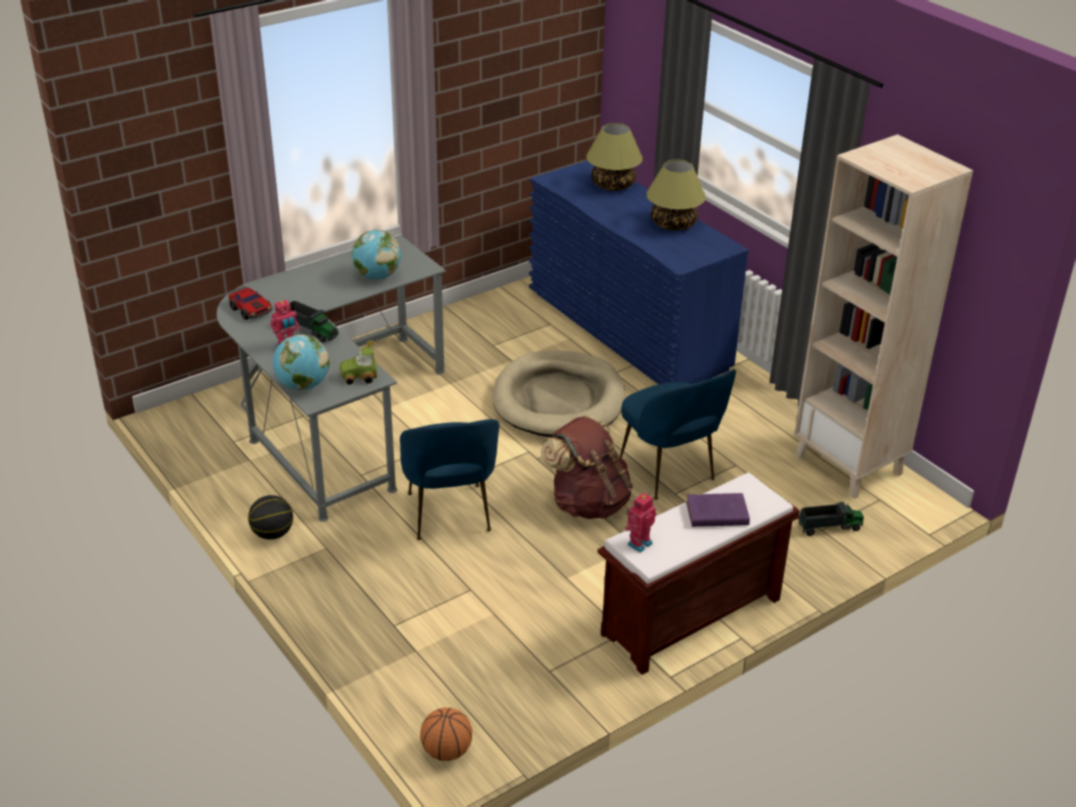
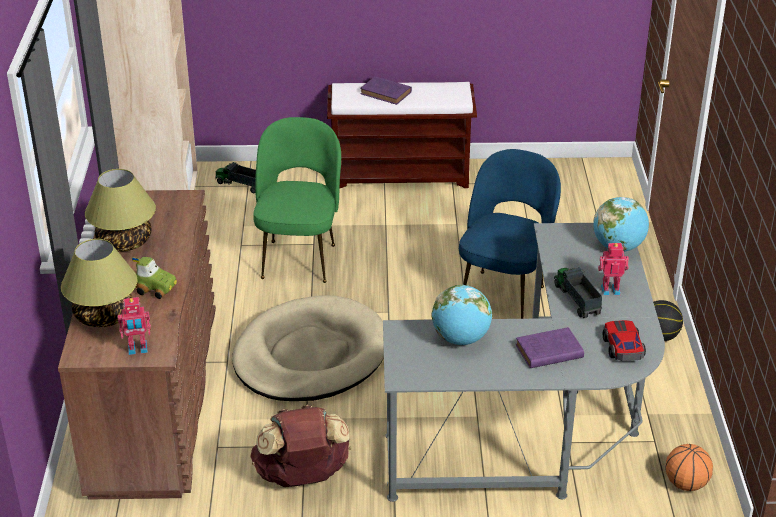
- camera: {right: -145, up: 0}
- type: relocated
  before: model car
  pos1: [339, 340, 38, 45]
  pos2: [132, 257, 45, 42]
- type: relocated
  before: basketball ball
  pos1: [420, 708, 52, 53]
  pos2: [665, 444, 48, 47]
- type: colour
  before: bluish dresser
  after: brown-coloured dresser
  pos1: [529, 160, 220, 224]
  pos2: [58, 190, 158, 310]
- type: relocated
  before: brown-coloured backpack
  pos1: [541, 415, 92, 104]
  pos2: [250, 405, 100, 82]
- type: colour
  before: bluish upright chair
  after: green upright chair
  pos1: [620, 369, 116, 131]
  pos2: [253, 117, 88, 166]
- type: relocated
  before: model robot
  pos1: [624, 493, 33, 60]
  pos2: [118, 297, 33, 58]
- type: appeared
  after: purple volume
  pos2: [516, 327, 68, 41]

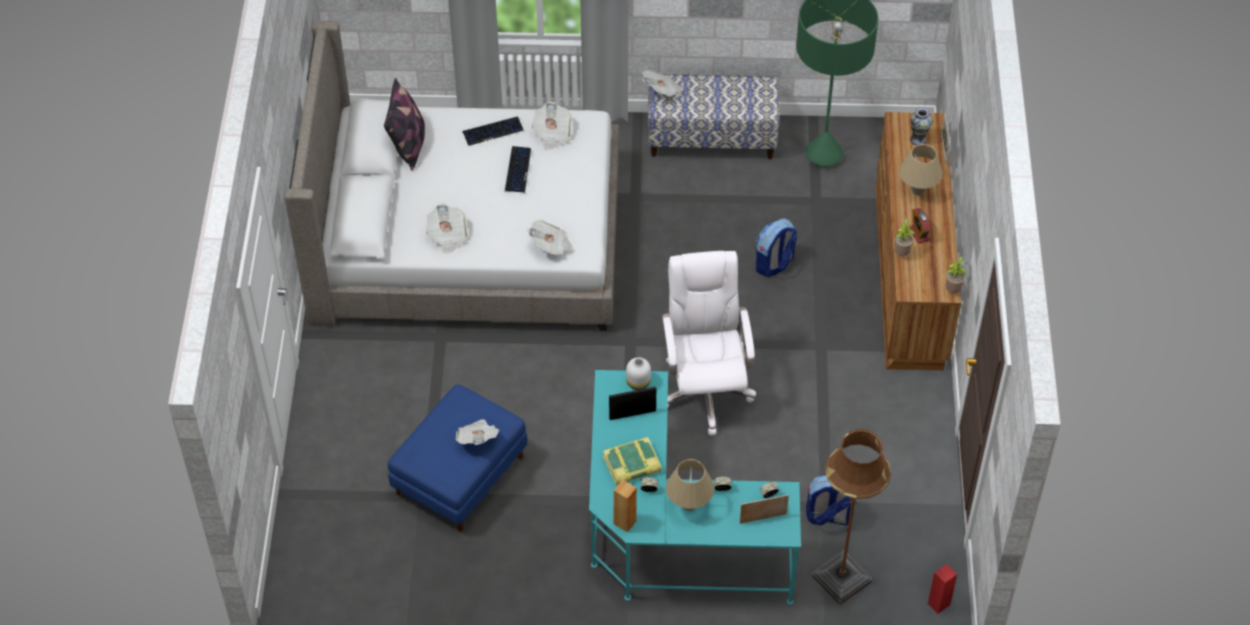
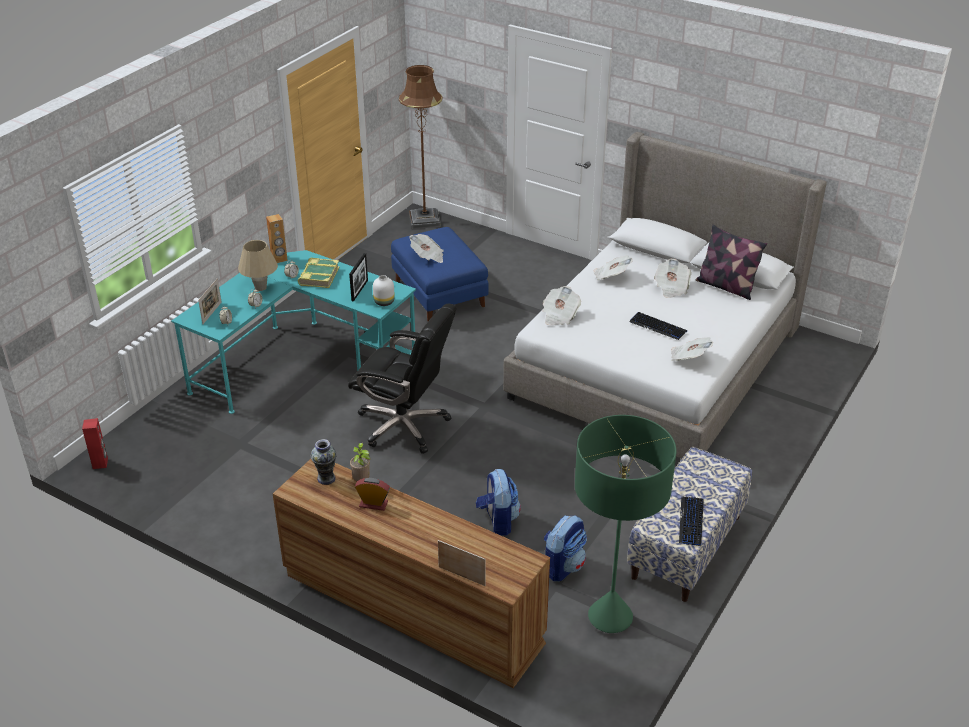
- camera: {right: 120, up: -15}
- type: relocated
  before: PC keyboard
  pos1: [462, 116, 62, 30]
  pos2: [679, 497, 25, 49]
- type: relocated
  before: printed paper
  pos1: [642, 70, 42, 27]
  pos2: [654, 259, 38, 39]
- type: colour
  before: white-coloured desk chair
  after: black-coloured desk chair
  pos1: [662, 251, 94, 184]
  pos2: [348, 304, 108, 150]
- type: relocated
  before: backpack
  pos1: [806, 475, 50, 50]
  pos2: [544, 515, 43, 66]
- type: relocated
  before: brown-coloured standard lamp
  pos1: [811, 429, 80, 176]
  pos2: [399, 65, 44, 164]
- type: missing
  before: beige tabletop lamp
  pos1: [899, 144, 44, 51]
- type: relocated
  before: decorative vase
  pos1: [910, 107, 23, 38]
  pos2: [311, 439, 26, 46]
- type: missing
  before: houseplant
  pos1: [946, 256, 21, 37]

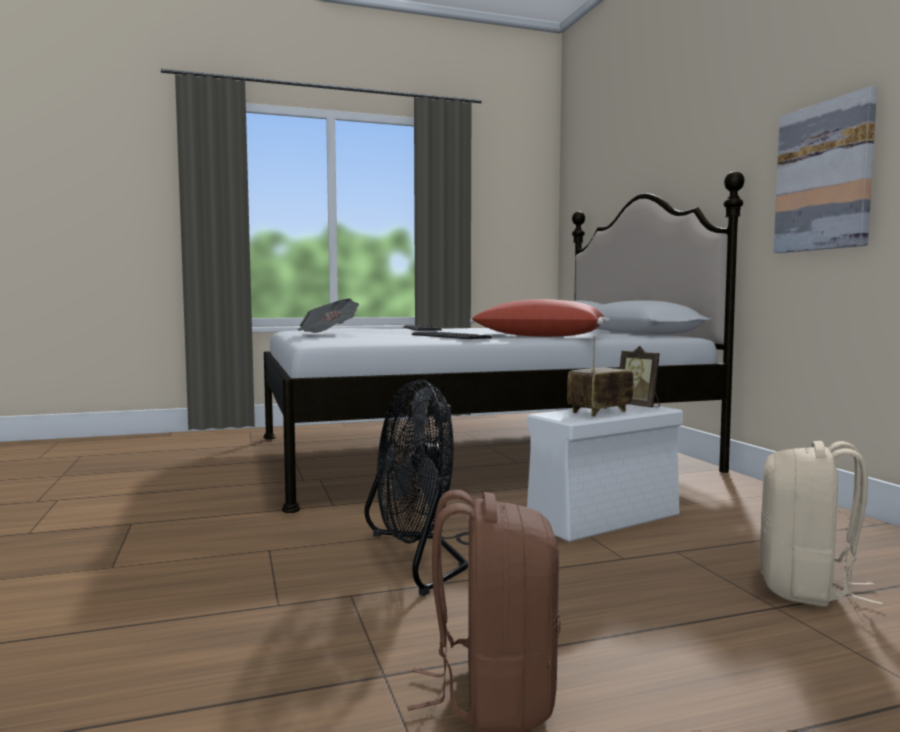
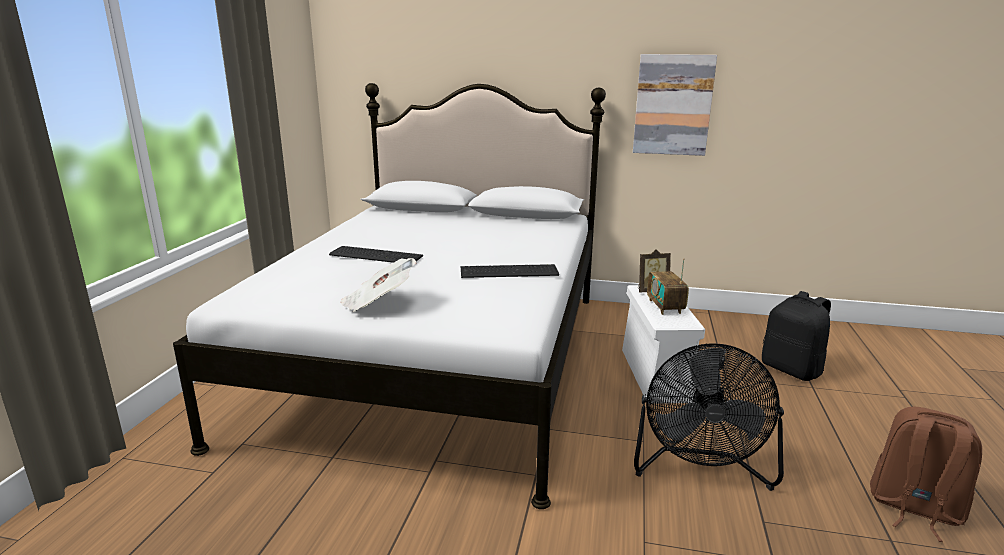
- camera: {right: -60, up: 15}
- type: missing
  before: red-coloured pillow
  pos1: [470, 299, 140, 38]
- type: colour
  before: beige backpack
  after: black-coloured backpack
  pos1: [760, 441, 123, 166]
  pos2: [762, 291, 69, 90]

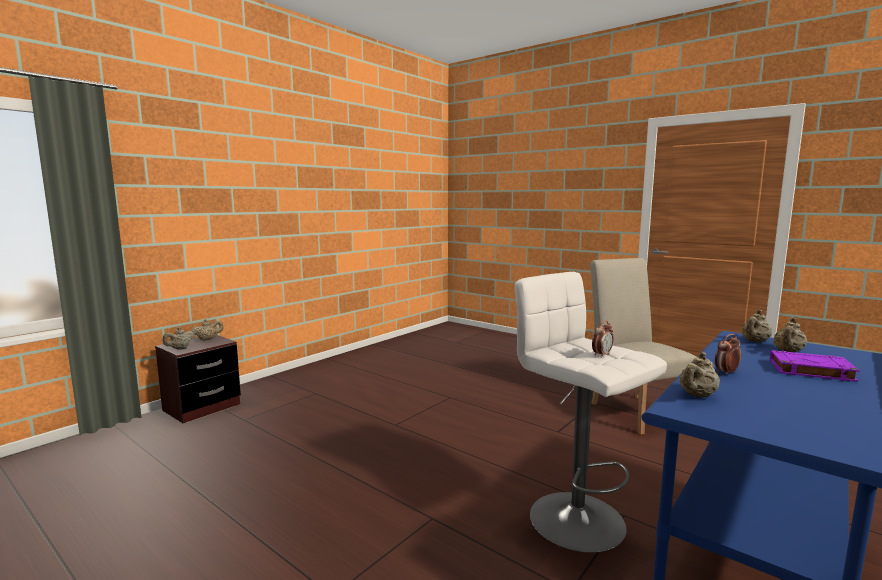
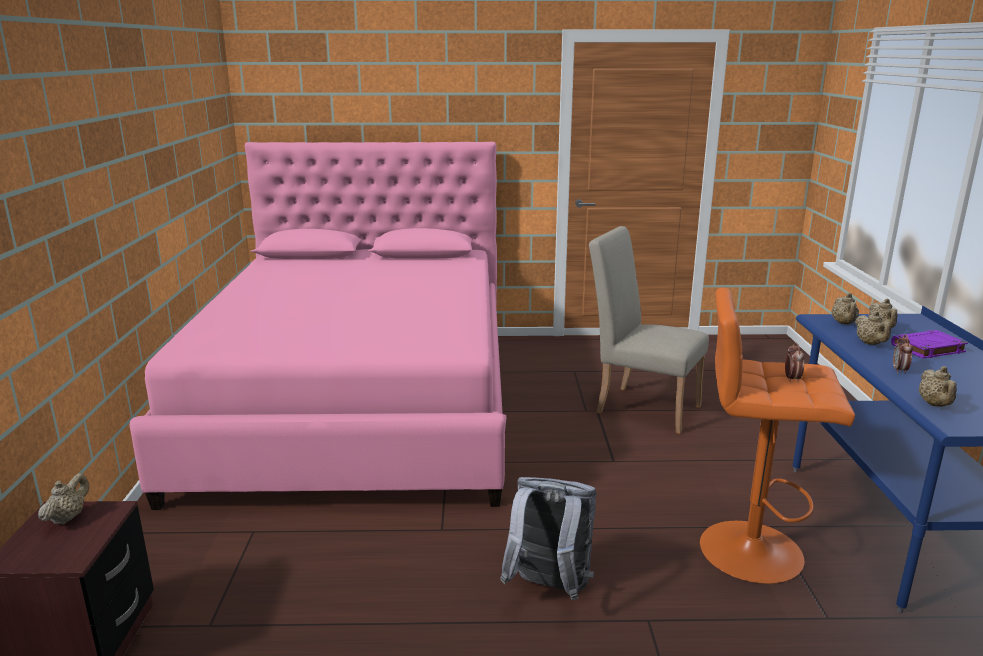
- camera: {right: -40, up: 10}
- type: relocated
  before: beige teapot
  pos1: [163, 327, 32, 23]
  pos2: [855, 311, 36, 34]
- type: colour
  before: white-coloured sitting stool
  after: orangey sitting stool
  pos1: [515, 272, 152, 281]
  pos2: [700, 288, 155, 296]
- type: appeared
  after: pink-coloured bed
  pos2: [130, 142, 376, 368]
- type: appeared
  after: gray backpack
  pos2: [500, 477, 97, 123]

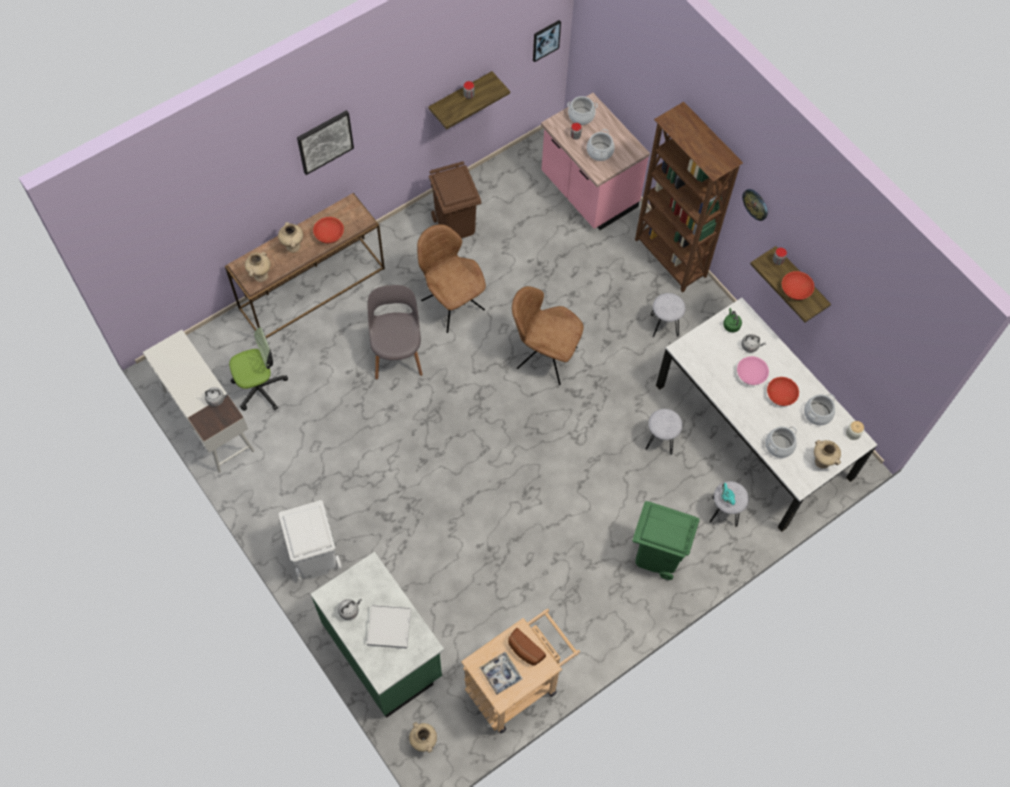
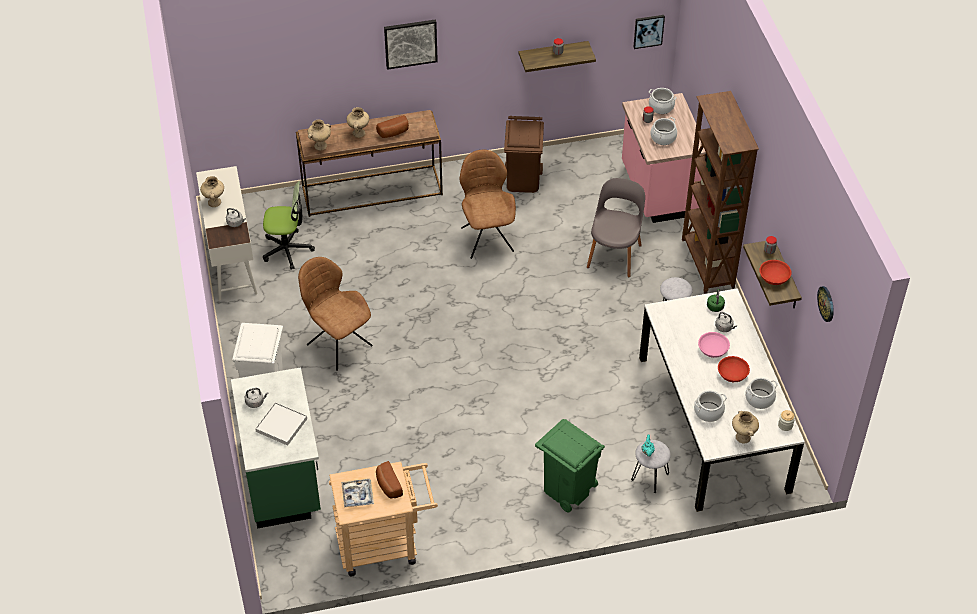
- camera: {right: 25, up: -15}
- type: exchanged
  before: red-coloured serving bowl
  after: baked bread
  pos1: [313, 217, 31, 26]
  pos2: [376, 115, 33, 23]
- type: relocated
  before: gray upright chair
  pos1: [367, 285, 56, 95]
  pos2: [587, 178, 58, 99]
- type: relocated
  before: beige decorative vase
  pos1: [409, 722, 28, 31]
  pos2: [200, 176, 24, 31]
- type: relocated
  before: brown-coloured upright chair
  pos1: [512, 286, 72, 99]
  pos2: [298, 257, 75, 114]
- type: missing
  before: gray sitting stool
  pos1: [645, 409, 38, 46]
- type: relocated
  before: wall clock
  pos1: [742, 189, 26, 32]
  pos2: [817, 286, 17, 36]

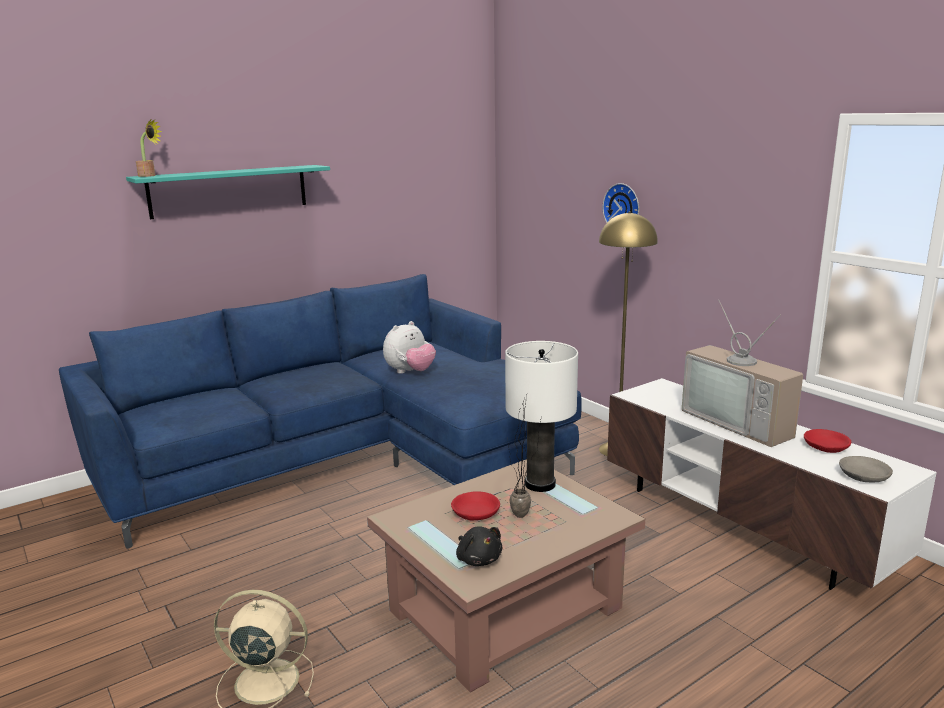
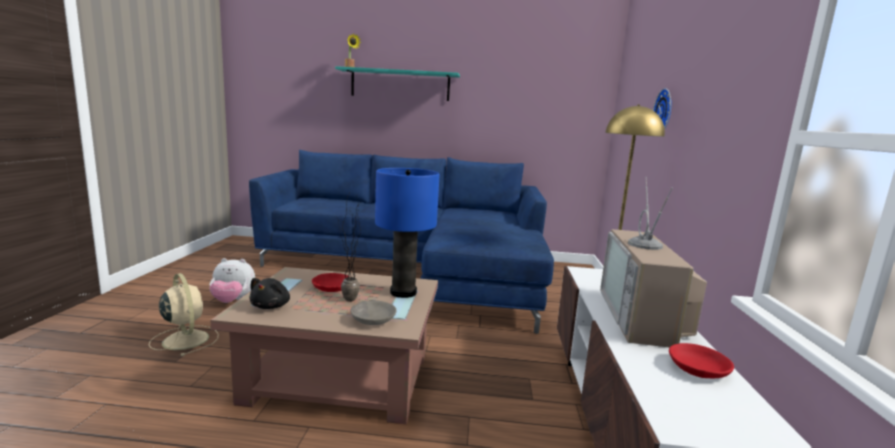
- camera: {right: 40, up: -5}
- type: relocated
  before: plush toy
  pos1: [383, 321, 53, 53]
  pos2: [209, 258, 46, 45]
- type: colour
  before: white-coloured tabletop lamp
  after: bluish tabletop lamp
  pos1: [505, 341, 73, 151]
  pos2: [375, 168, 65, 130]
- type: relocated
  before: gray serving bowl
  pos1: [839, 456, 54, 26]
  pos2: [350, 300, 47, 25]

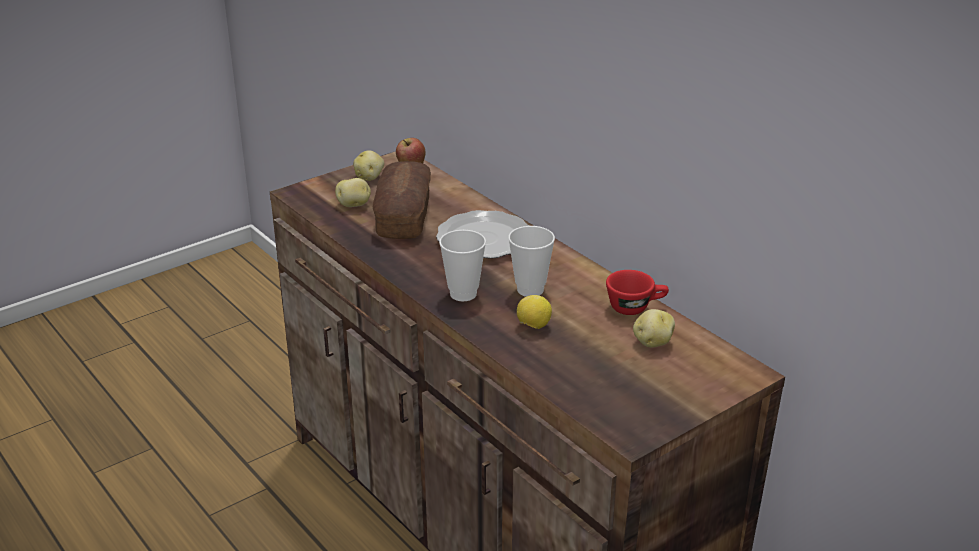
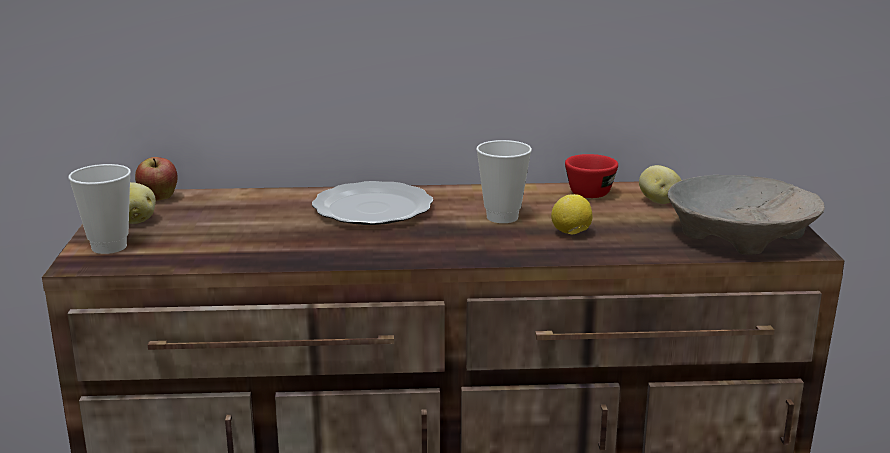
- camera: {right: -55, up: -10}
- type: missing
  before: potato
  pos1: [335, 178, 36, 29]
- type: missing
  before: baked bread
  pos1: [373, 161, 58, 78]
- type: relocated
  before: cup
  pos1: [439, 230, 47, 71]
  pos2: [69, 164, 62, 90]
- type: appeared
  after: beige serving bowl
  pos2: [667, 175, 158, 80]

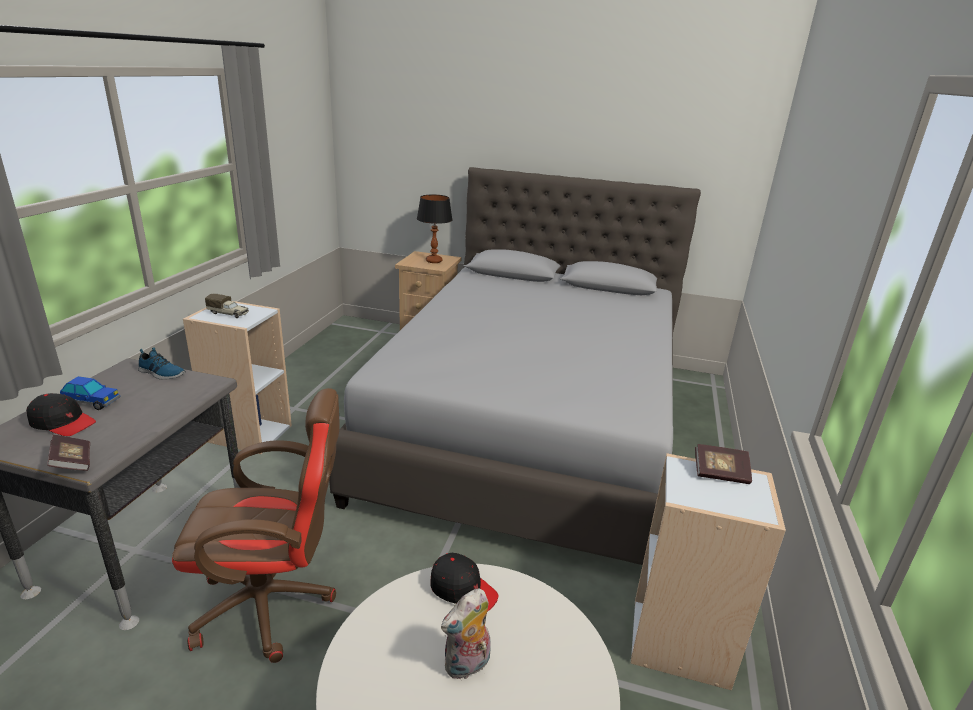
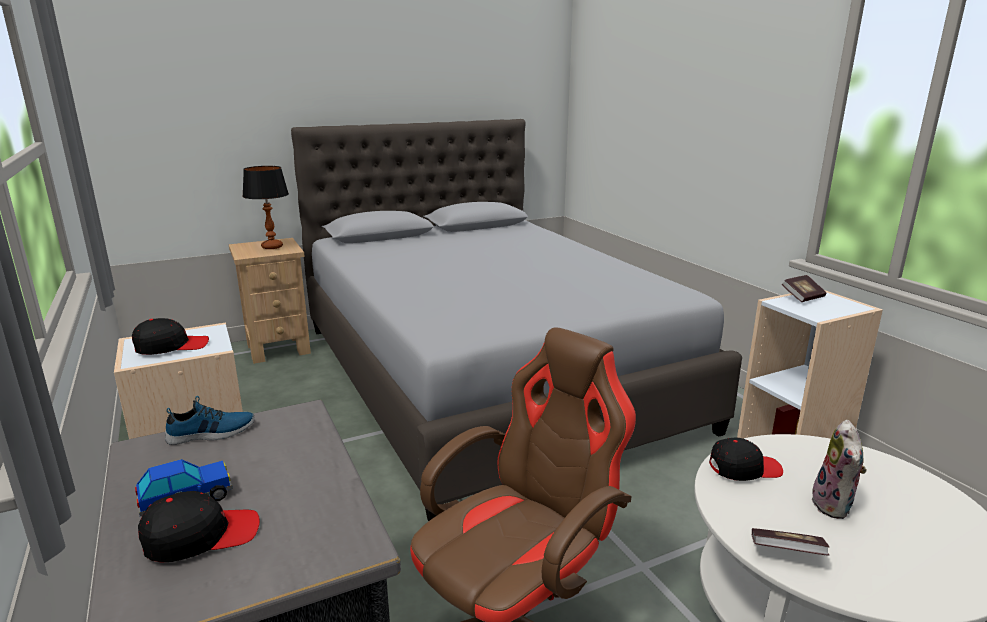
- camera: {right: -40, up: -5}
- type: relocated
  before: volume
  pos1: [47, 435, 43, 36]
  pos2: [752, 528, 78, 28]
- type: exchanged
  before: toy truck
  after: black-coloured cap
  pos1: [205, 293, 44, 25]
  pos2: [132, 318, 77, 37]

